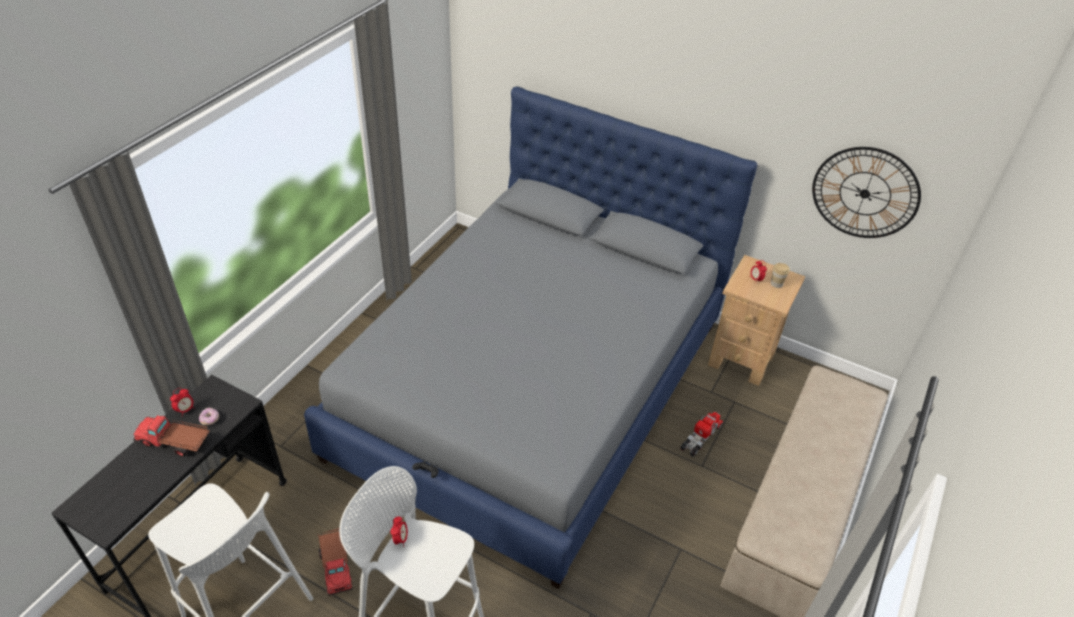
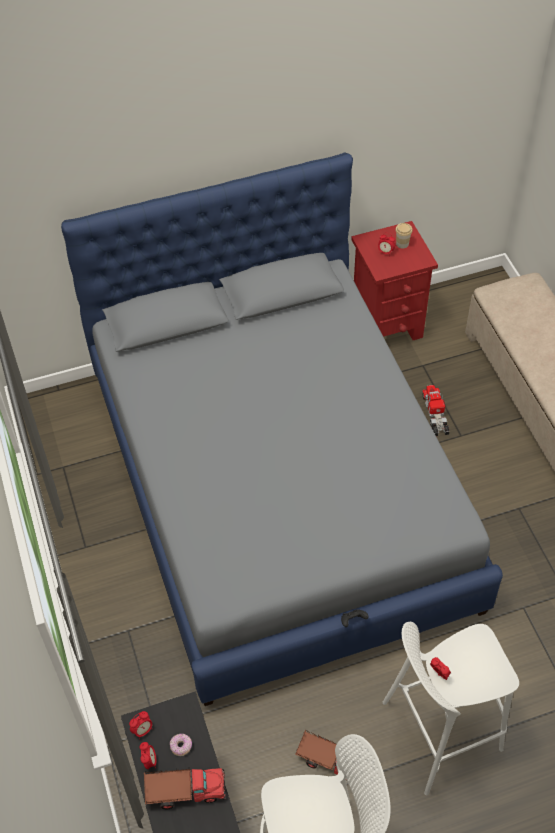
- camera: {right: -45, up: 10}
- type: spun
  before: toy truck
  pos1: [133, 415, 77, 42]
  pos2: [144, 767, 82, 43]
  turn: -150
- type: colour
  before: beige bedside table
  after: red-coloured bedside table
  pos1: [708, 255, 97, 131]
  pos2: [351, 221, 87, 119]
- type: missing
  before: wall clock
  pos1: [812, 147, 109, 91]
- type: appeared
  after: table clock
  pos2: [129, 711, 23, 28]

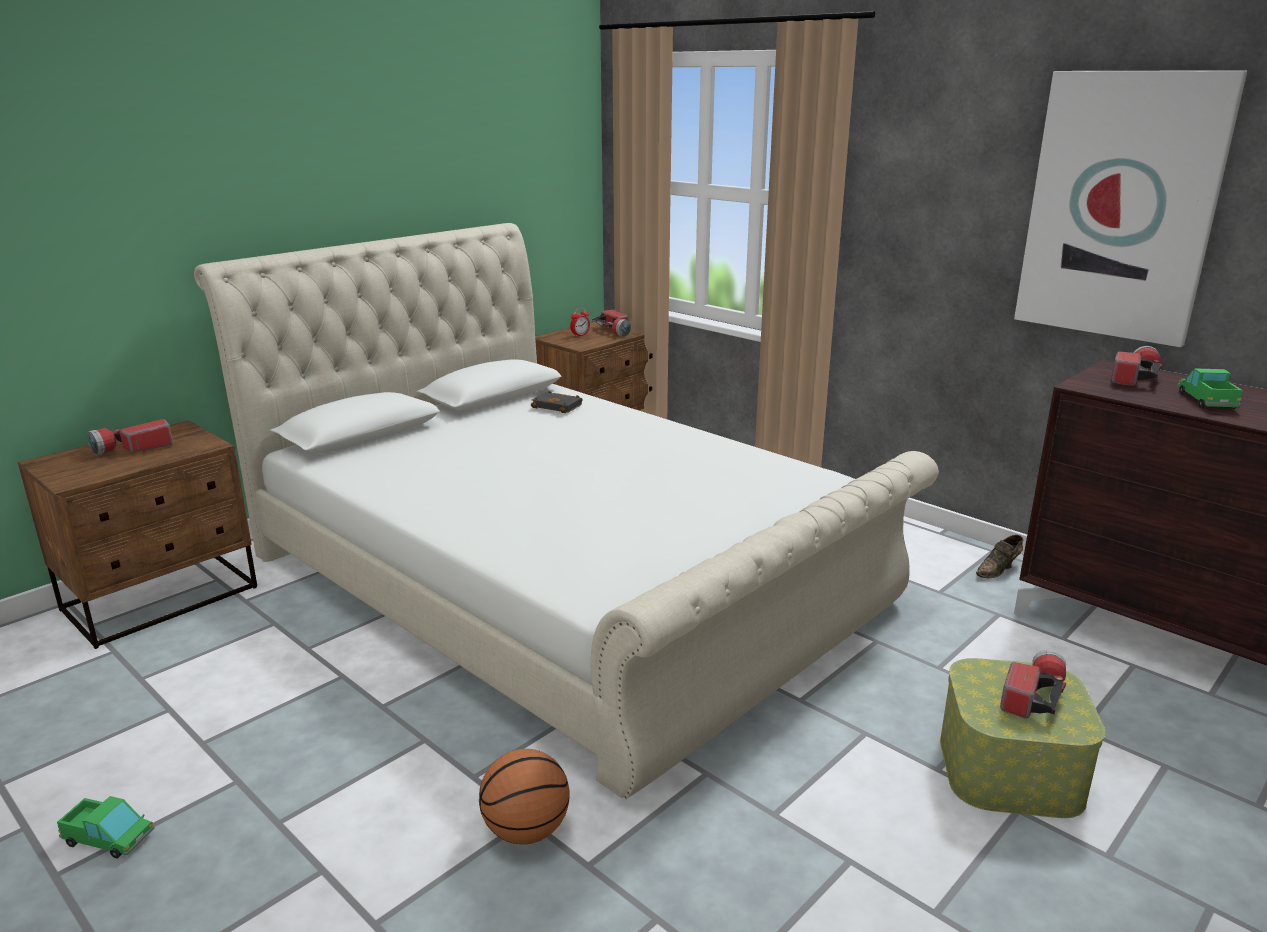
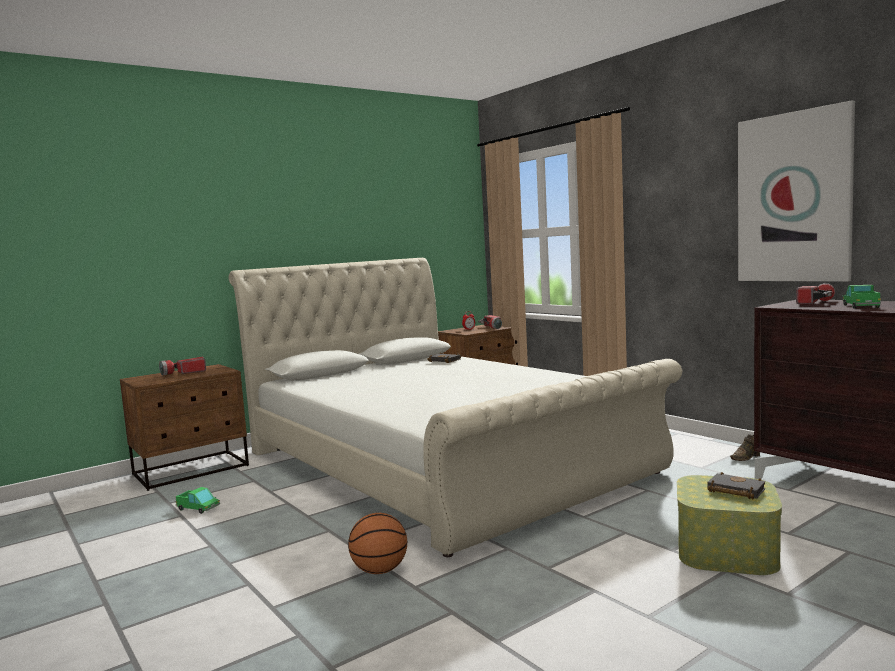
- camera: {right: 10, up: -15}
- type: relocated
  before: toy truck
  pos1: [57, 796, 98, 63]
  pos2: [176, 487, 44, 27]
- type: exchanged
  before: flashlight
  after: black-coloured volume
  pos1: [1000, 650, 66, 69]
  pos2: [707, 472, 58, 27]

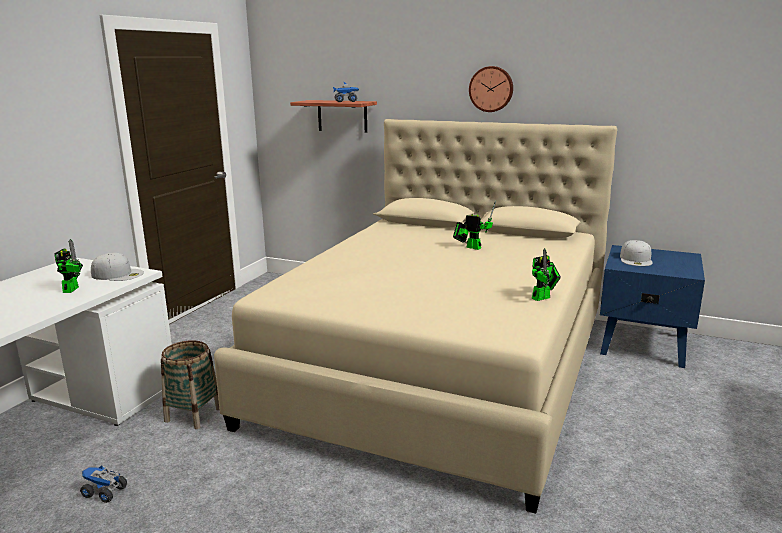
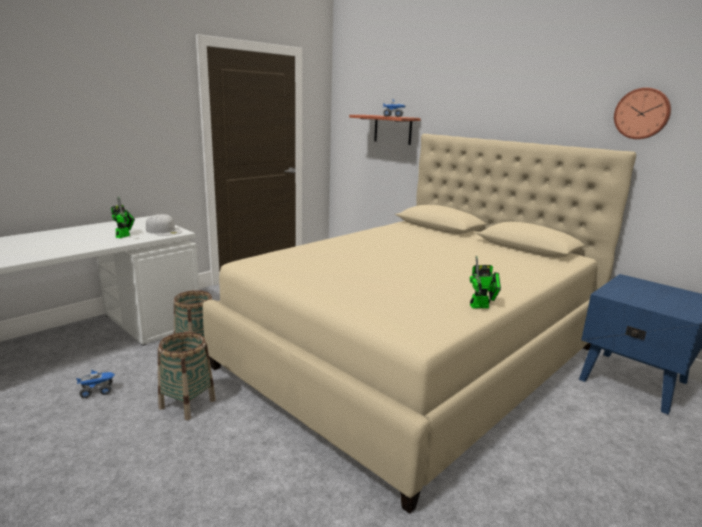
- camera: {right: 20, up: 0}
- type: spun
  before: toy truck
  pos1: [80, 466, 47, 37]
  pos2: [76, 370, 39, 28]
  turn: 120
- type: missing
  before: model robot
  pos1: [453, 201, 43, 49]
- type: relocated
  before: wall clock
  pos1: [469, 66, 44, 46]
  pos2: [614, 88, 57, 51]
- type: missing
  before: white-coloured cap
  pos1: [620, 240, 33, 26]
- type: appeared
  after: basket
  pos2: [158, 332, 58, 88]

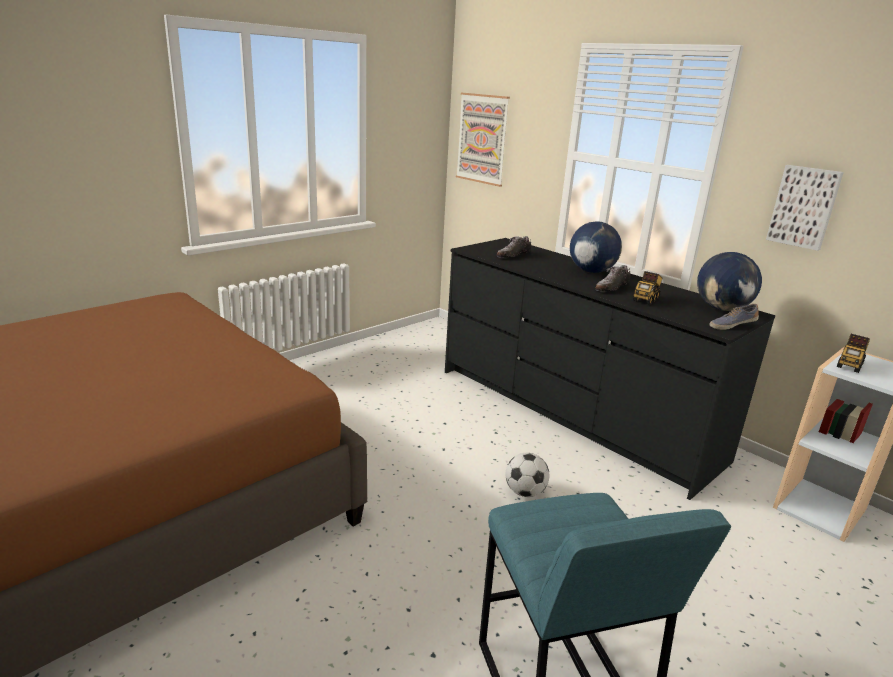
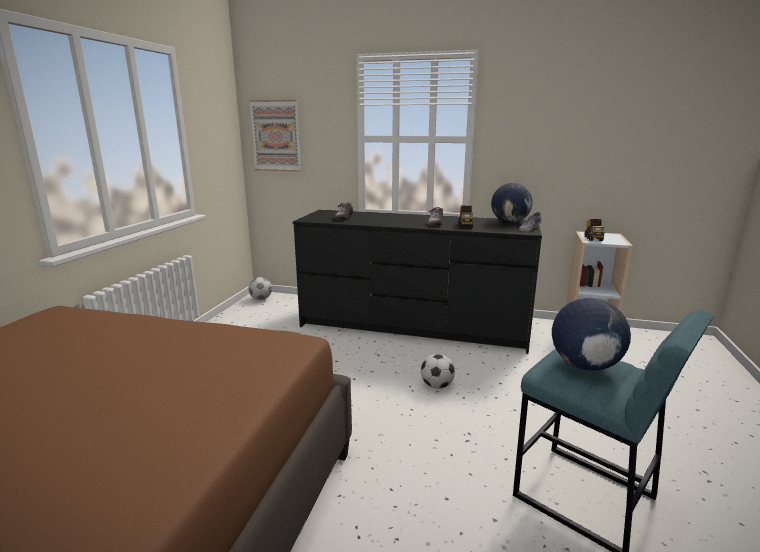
- camera: {right: -30, up: -5}
- type: relocated
  before: globe
  pos1: [570, 221, 52, 52]
  pos2: [552, 298, 79, 72]
- type: missing
  before: picture
  pos1: [766, 165, 78, 86]
- type: appeared
  after: football
  pos2: [248, 277, 24, 23]

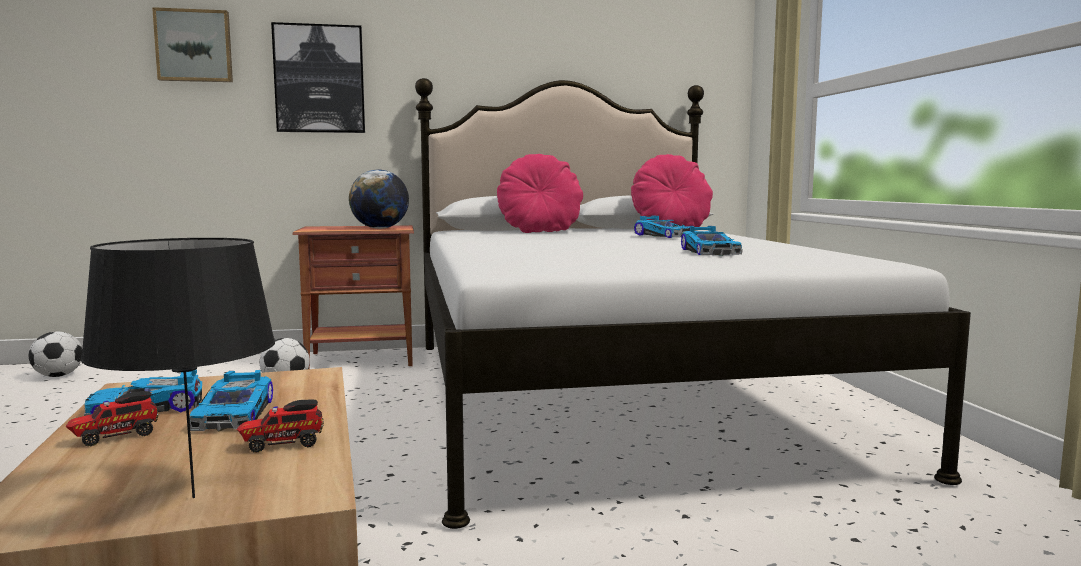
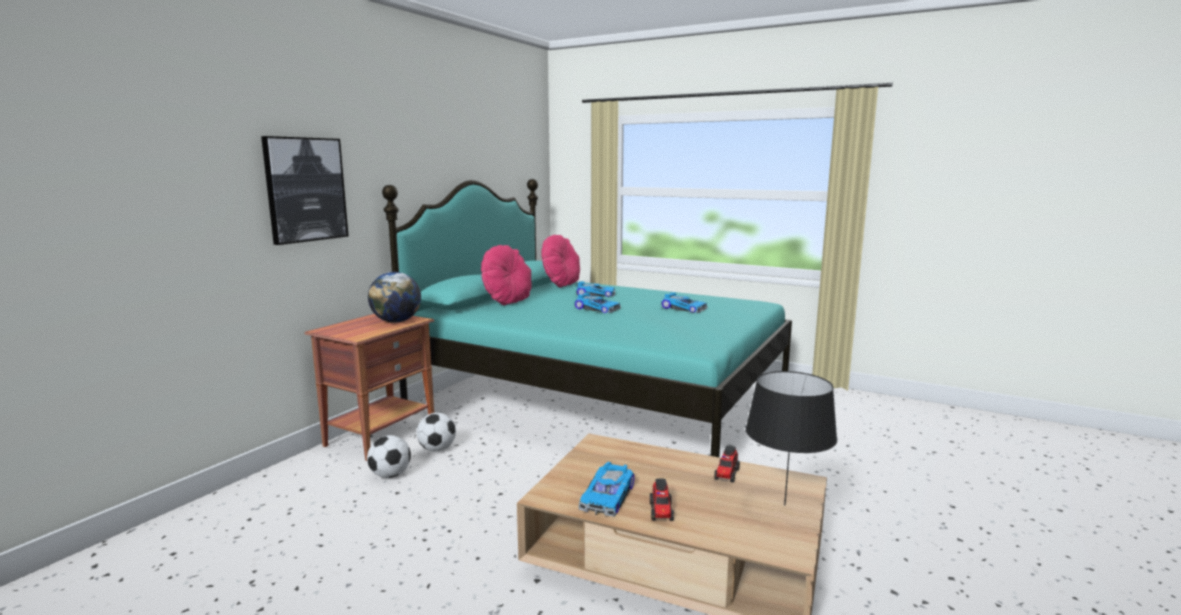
- camera: {right: -50, up: 5}
- type: relocated
  before: football
  pos1: [29, 332, 54, 45]
  pos2: [417, 413, 39, 39]
- type: missing
  before: picture
  pos1: [152, 7, 81, 75]
- type: relocated
  before: model car
  pos1: [189, 370, 84, 62]
  pos2: [574, 292, 47, 21]
- type: colour
  before: white-coloured bed
  after: turquoise-coloured bed
  pos1: [415, 78, 556, 451]
  pos2: [382, 179, 410, 278]

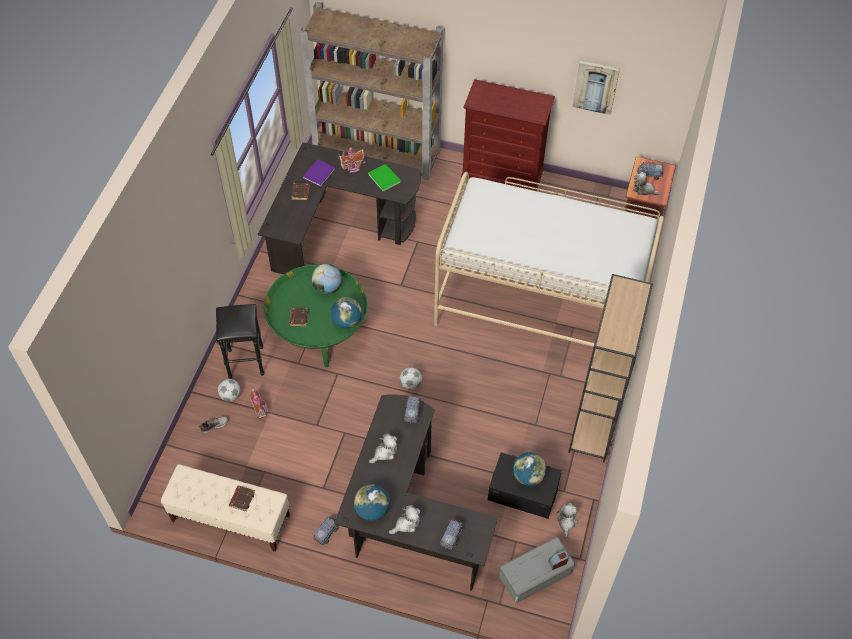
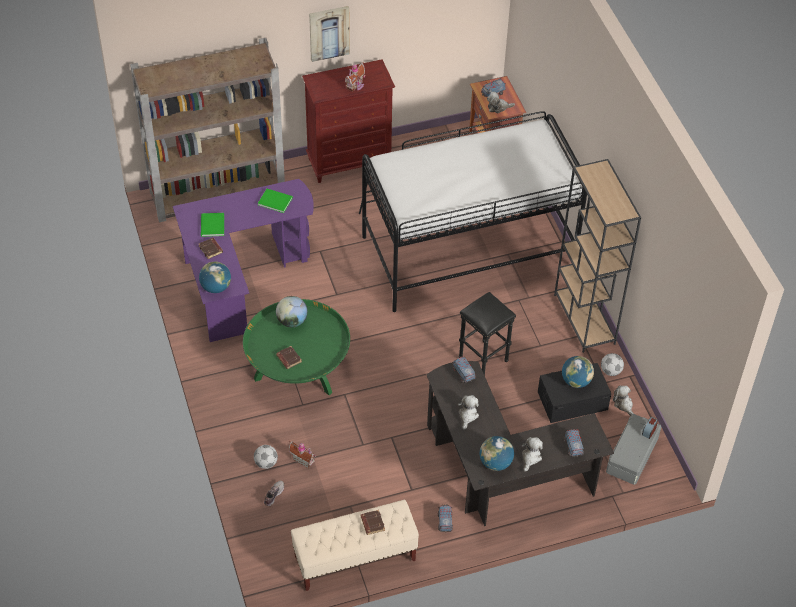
- camera: {right: -35, up: -5}
- type: relocated
  before: black-coloured sitting stool
  pos1: [216, 304, 48, 75]
  pos2: [459, 292, 57, 84]
- type: colour
  before: black-coloured desk
  after: purple desk
  pos1: [258, 142, 163, 132]
  pos2: [173, 179, 141, 163]
- type: colour
  before: purple volume
  after: green volume
  pos1: [302, 159, 33, 28]
  pos2: [201, 213, 23, 24]
- type: relocated
  before: globe
  pos1: [331, 297, 31, 32]
  pos2: [199, 261, 32, 32]
- type: relocated
  before: toy house
  pos1: [338, 147, 28, 26]
  pos2: [345, 62, 20, 30]
- type: relocated
  before: football
  pos1: [400, 367, 22, 23]
  pos2: [601, 353, 23, 23]
- type: colour
  before: beige bed
  after: black-coloured bed
  pos1: [434, 172, 230, 175]
  pos2: [359, 111, 228, 201]
- type: relocated
  before: picture
  pos1: [572, 61, 48, 54]
  pos2: [309, 6, 41, 56]

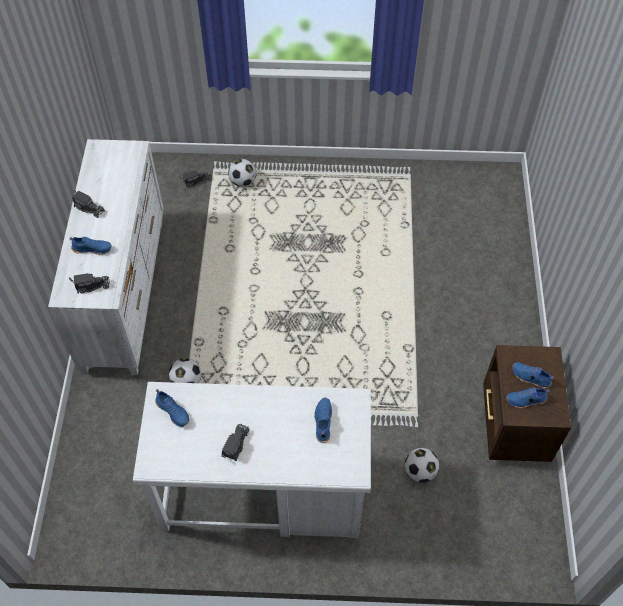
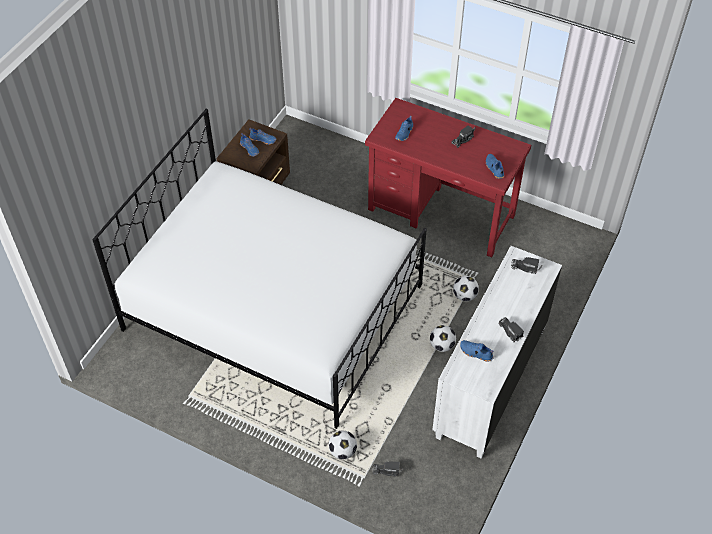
- camera: {right: -155, up: -5}
- type: relocated
  before: bluish shoe
  pos1: [69, 237, 43, 18]
  pos2: [460, 340, 34, 22]
- type: colour
  before: white-coloured desk
  after: red-coloured desk
  pos1: [133, 382, 238, 156]
  pos2: [365, 98, 166, 159]
- type: relocated
  before: football
  pos1: [405, 448, 34, 35]
  pos2: [430, 325, 26, 27]
- type: appeared
  after: white-coloured bed
  pos2: [92, 109, 335, 320]

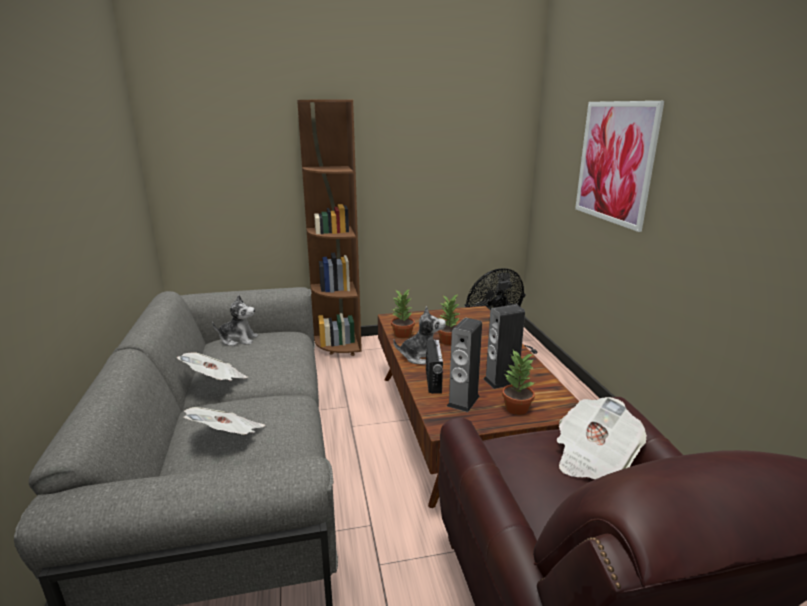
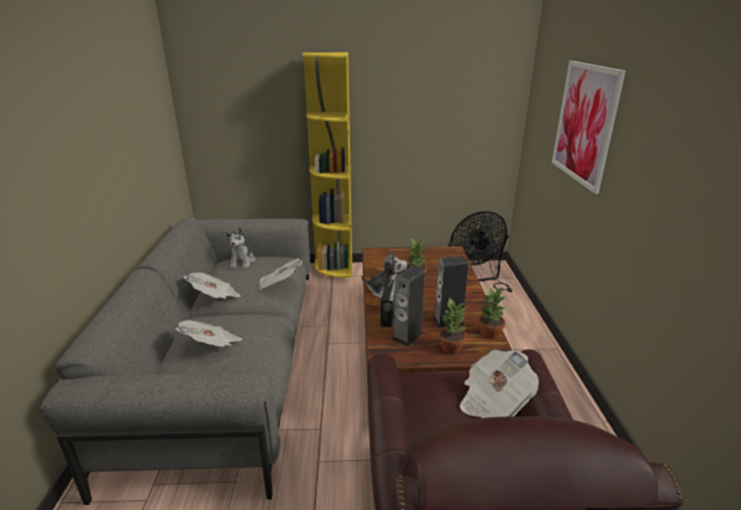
- camera: {right: 10, up: 5}
- type: spun
  before: plush toy
  pos1: [212, 295, 46, 51]
  pos2: [224, 227, 31, 41]
  turn: 75
- type: colour
  before: brown-coloured shelving unit
  after: yellow shelving unit
  pos1: [297, 100, 65, 256]
  pos2: [302, 52, 50, 228]
- type: relocated
  before: houseplant
  pos1: [391, 289, 24, 49]
  pos2: [478, 286, 28, 53]
- type: appeared
  after: printed paper
  pos2: [259, 258, 43, 32]

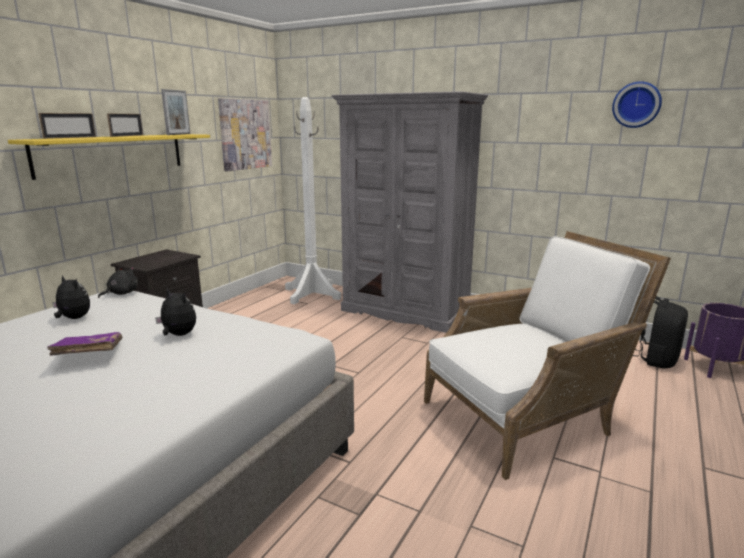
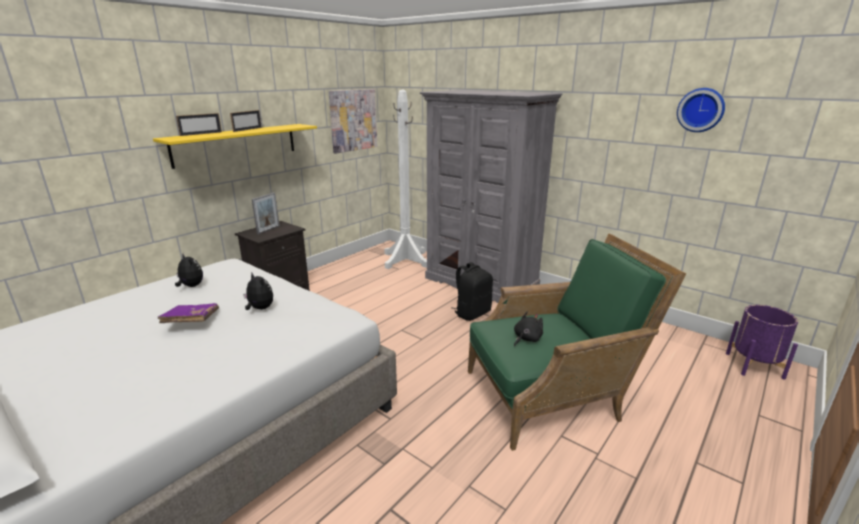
- camera: {right: 10, up: 5}
- type: relocated
  before: black-coloured plush toy
  pos1: [98, 266, 40, 32]
  pos2: [514, 312, 29, 34]
- type: relocated
  before: picture frame
  pos1: [161, 89, 29, 46]
  pos2: [252, 192, 28, 42]
- type: colour
  before: white-coloured lounge chair
  after: green lounge chair
  pos1: [424, 231, 247, 249]
  pos2: [468, 234, 218, 217]
- type: relocated
  before: black-coloured backpack
  pos1: [633, 296, 55, 72]
  pos2: [452, 262, 41, 59]

